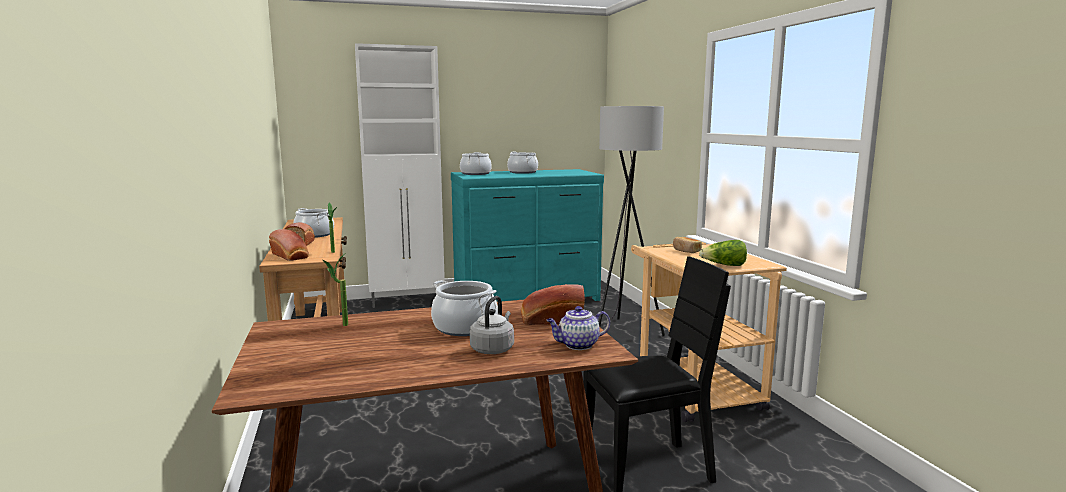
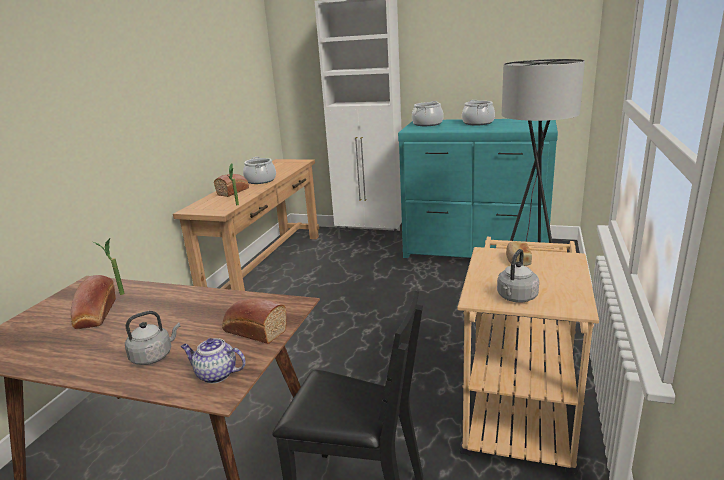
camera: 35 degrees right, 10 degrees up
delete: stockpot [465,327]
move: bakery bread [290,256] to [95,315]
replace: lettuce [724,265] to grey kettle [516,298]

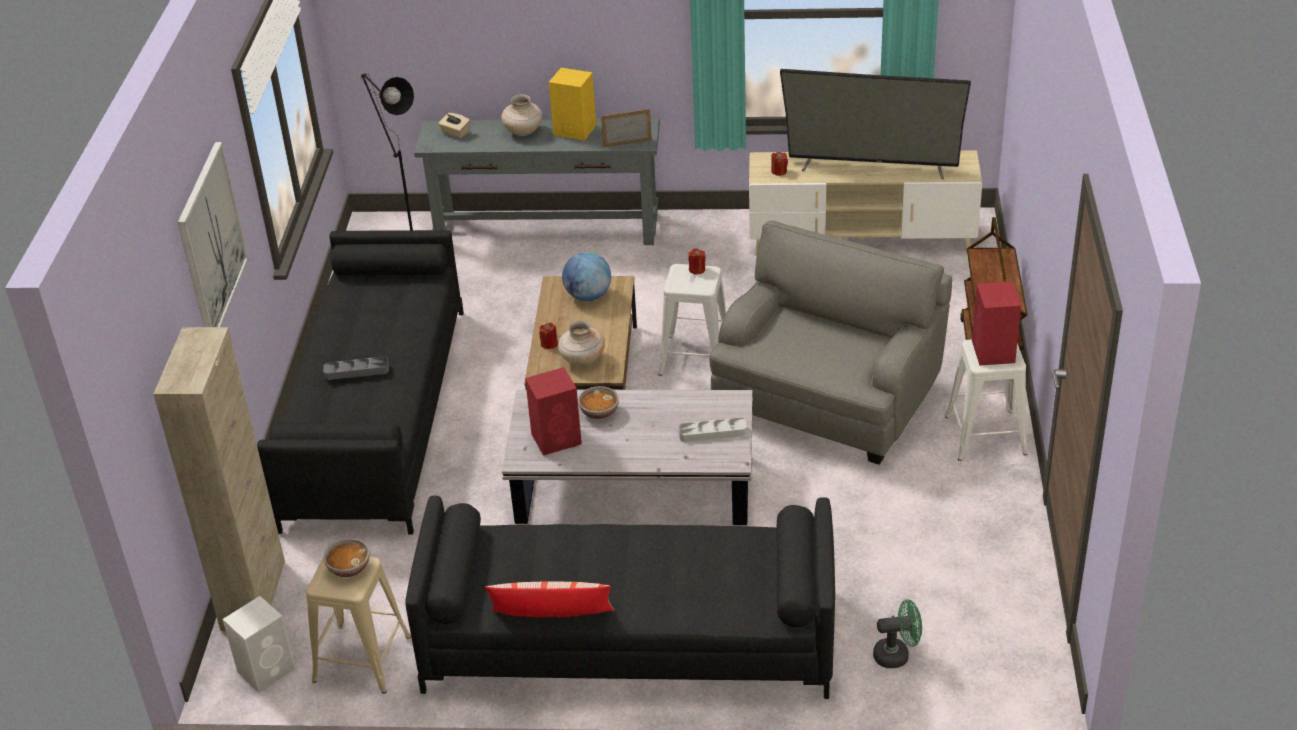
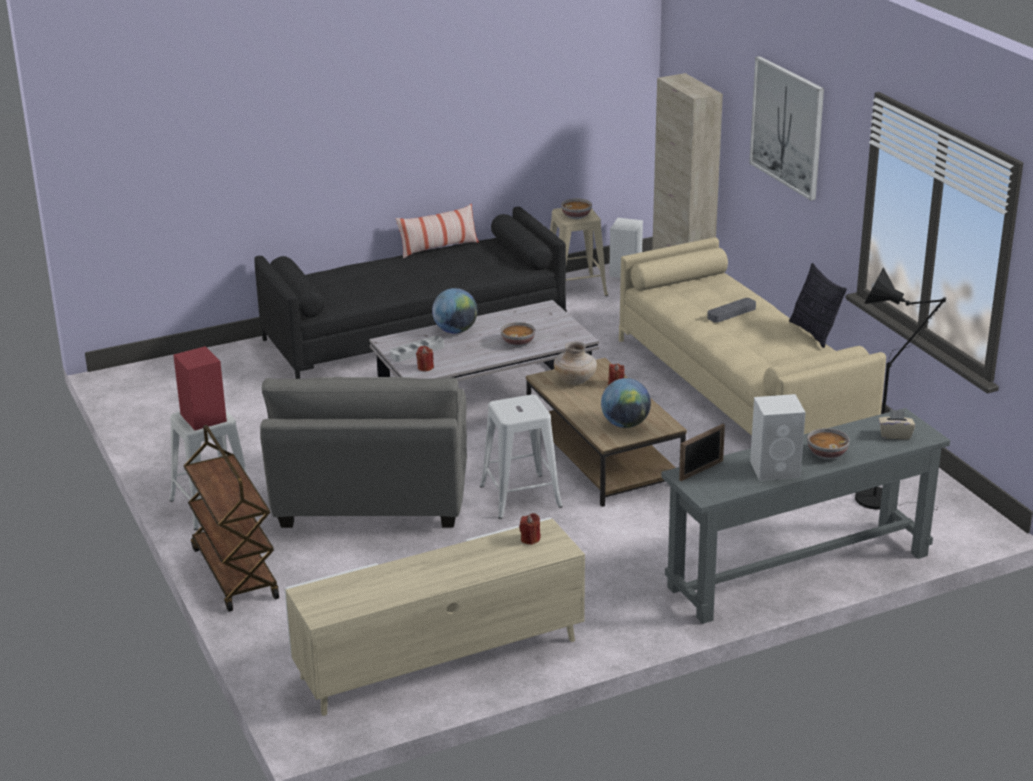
camera: 150 degrees right, 10 degrees down
delete: red-coloured speaker [557,438]; TV [872,166]; greenish electric fan [897,655]
insert: desk globe [455,331]; throw pillow [814,333]
move: red-coloured wax light [697,269] to [425,367]
replace: beige vase [523,132] to serving bowl [826,454]
recolor: blackish settee [377,415] to beige settee [740,390]; yellowish speaker [573,130] to white-coloured speaker [776,469]

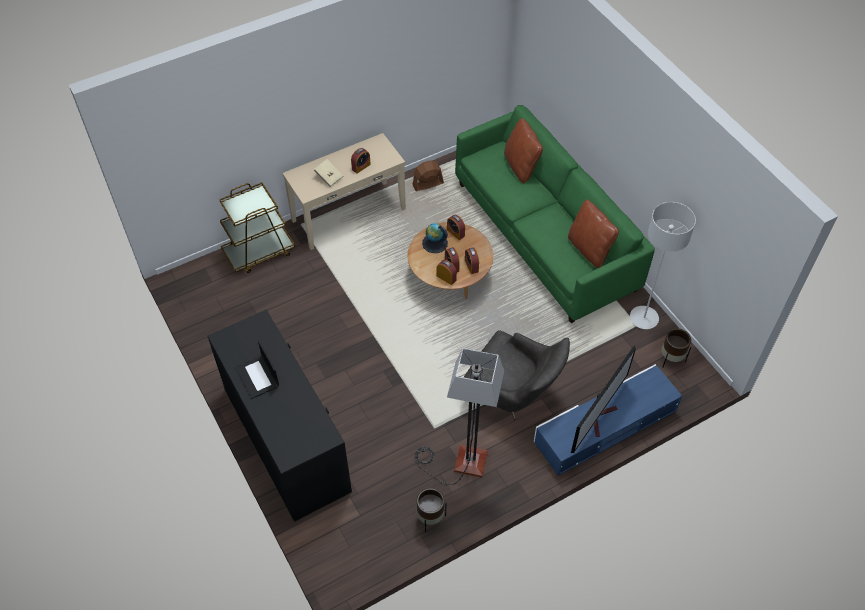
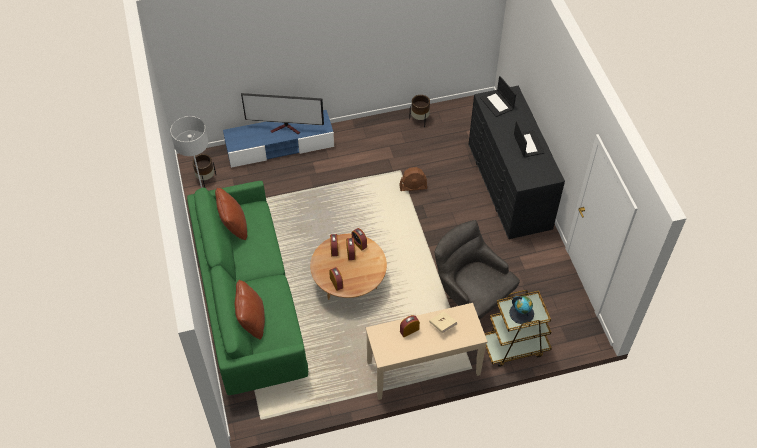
camera: 165 degrees left, 0 degrees up
delete: standard lamp [460,462]
insert: laptop [497,103]
move: brownish electric fan [428,184] to [413,187]; desk globe [434,243] to [521,313]; grey easy chair [512,395] to [471,294]
rotate: TV [600,417] = [286,128] 135 degrees counterclockwise

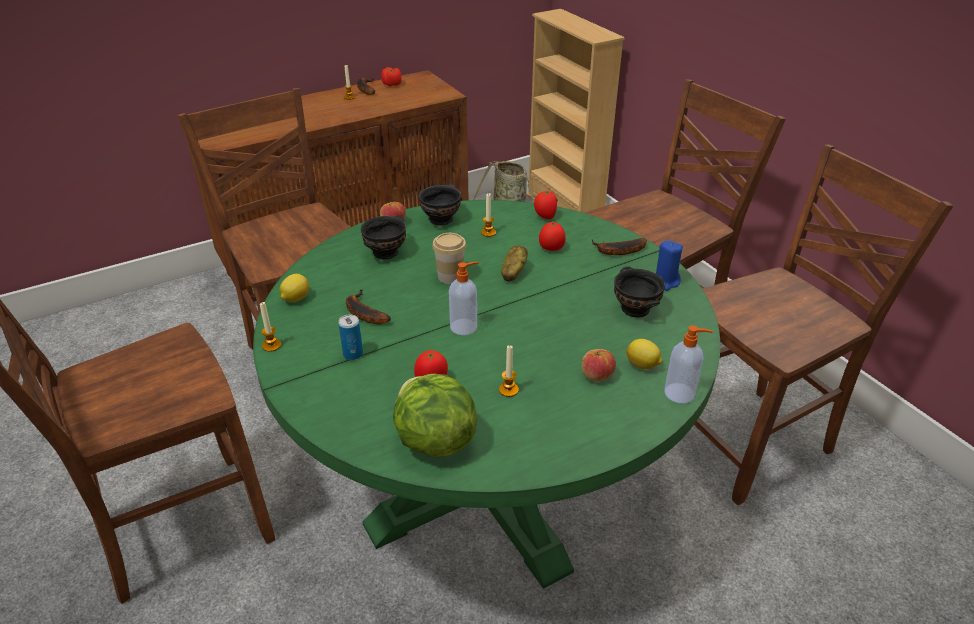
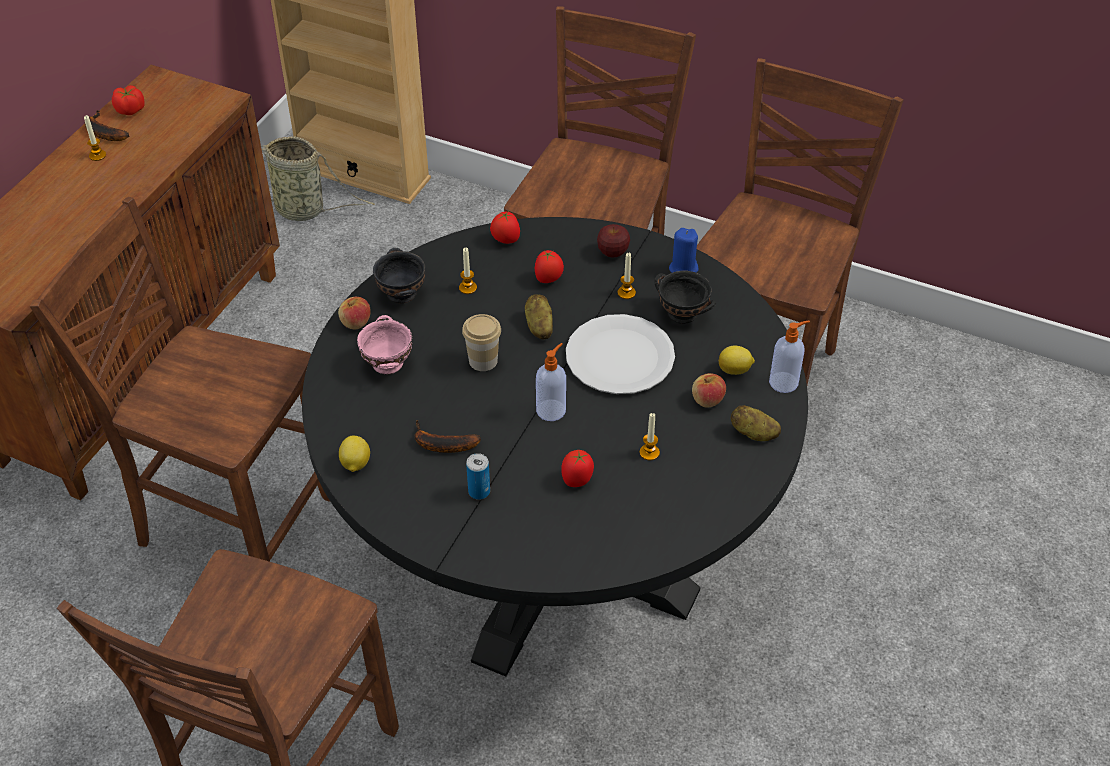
camera: 35 degrees left, 10 degrees up
delete: lettuce [434,440]
insert: white-coloured plate [619,357]; potato [753,433]
move: wax light [271,345] to [626,293]
replace: banana fruit [618,251] to apple fruit [613,252]
recolor: greenish dining table [486,483] to blackish dining table [554,552]; blackish serving bowl [387,252] to pink-coloured serving bowl [388,362]

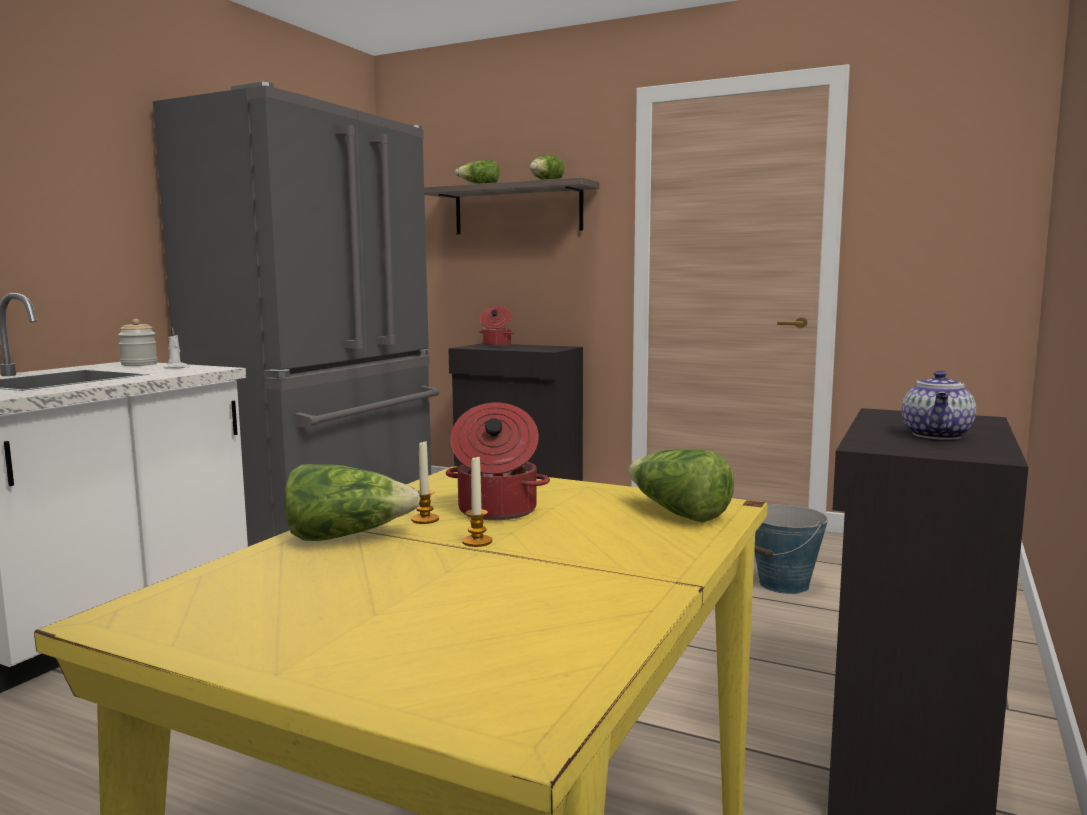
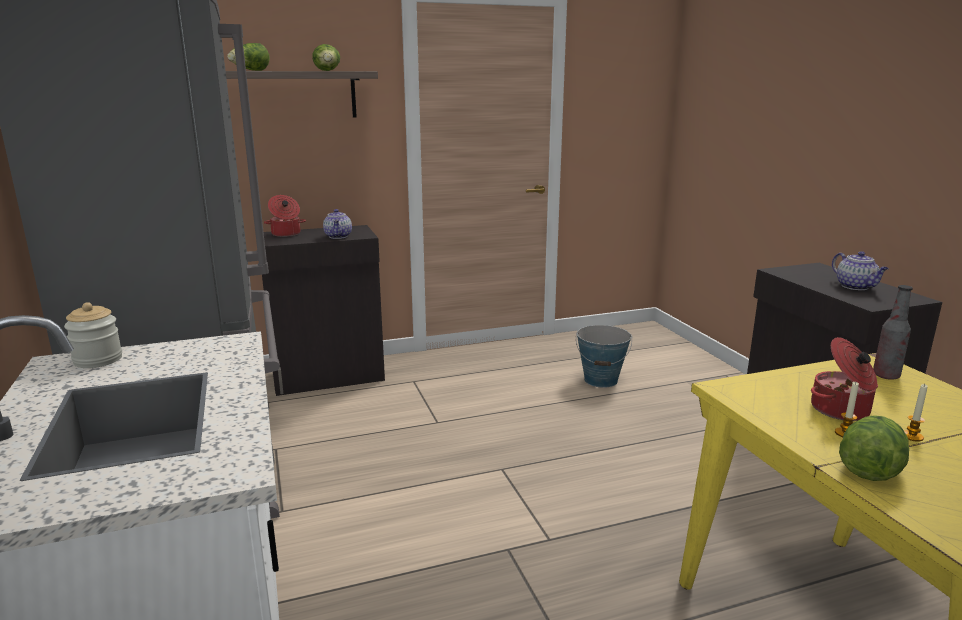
camera: 45 degrees left, 10 degrees up
delete: white-coloured wax light [177,367]
insert: teapot [339,236]
replace: lettuce [677,513] to drink bottle [886,376]

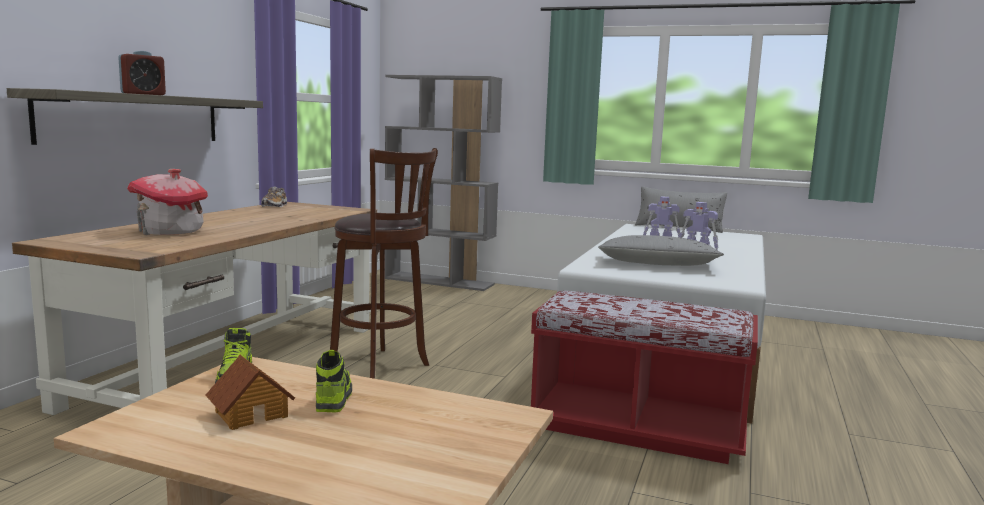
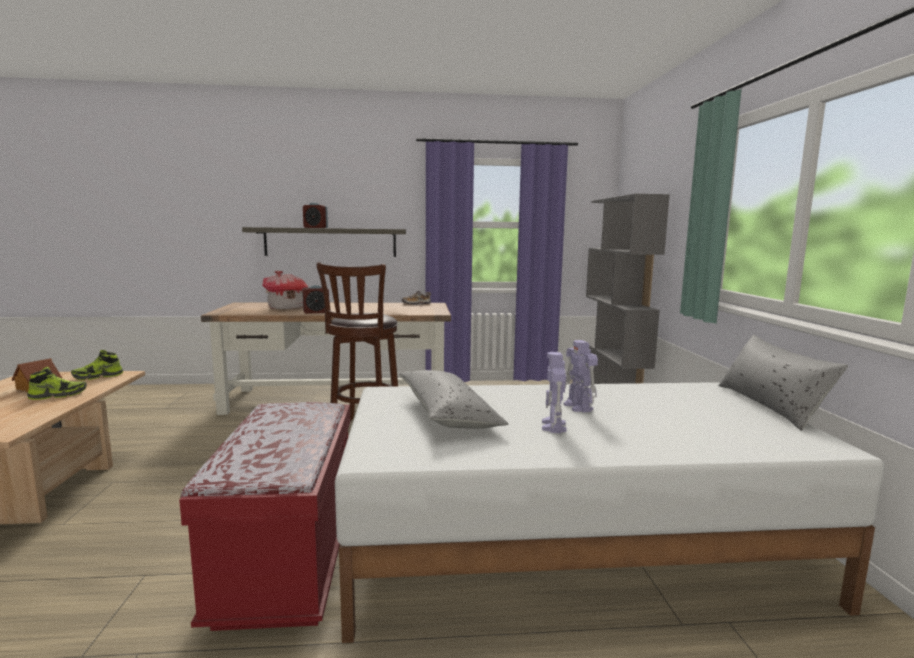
camera: 65 degrees right, 0 degrees up
insert: alarm clock [316,312]

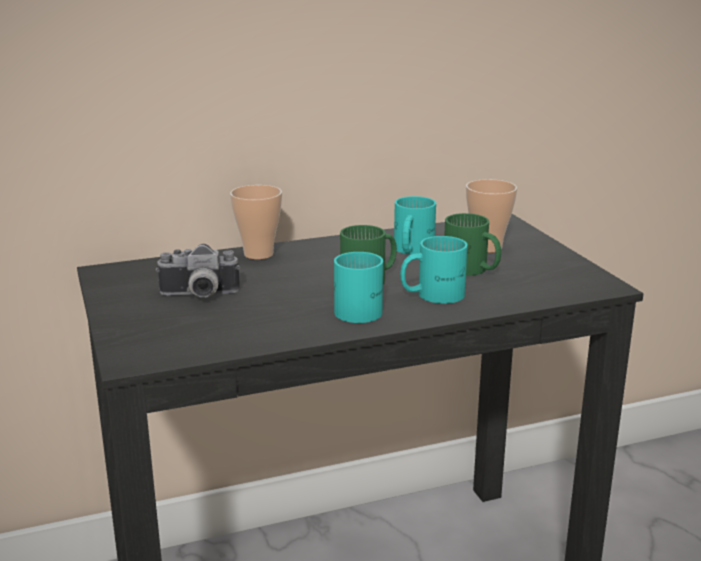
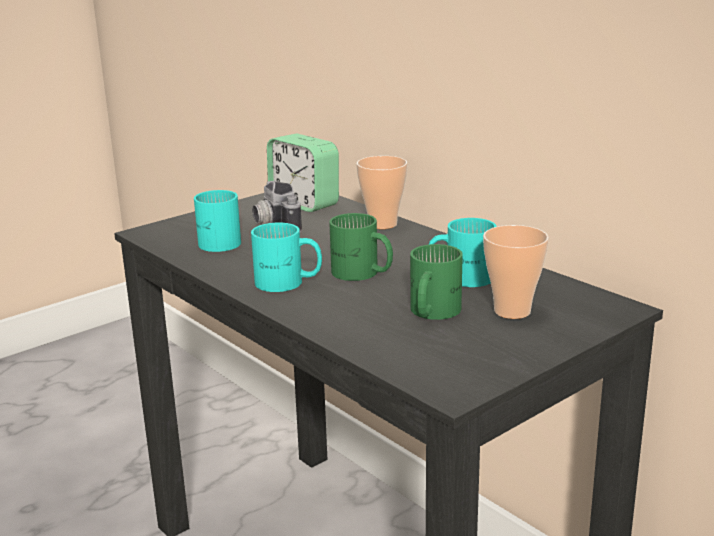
camera: 70 degrees right, 0 degrees up
insert: alarm clock [304,203]
move: turquoise mug [431,294] to [217,240]

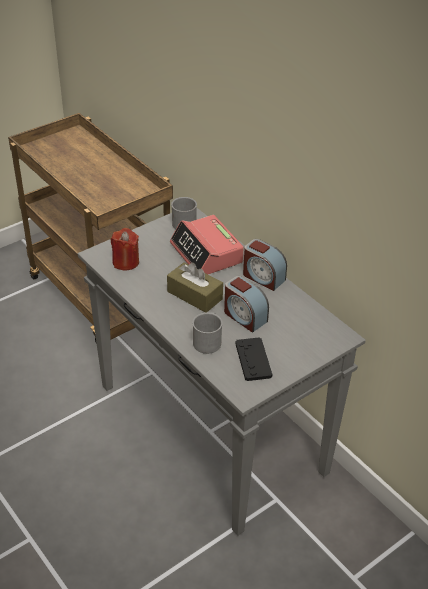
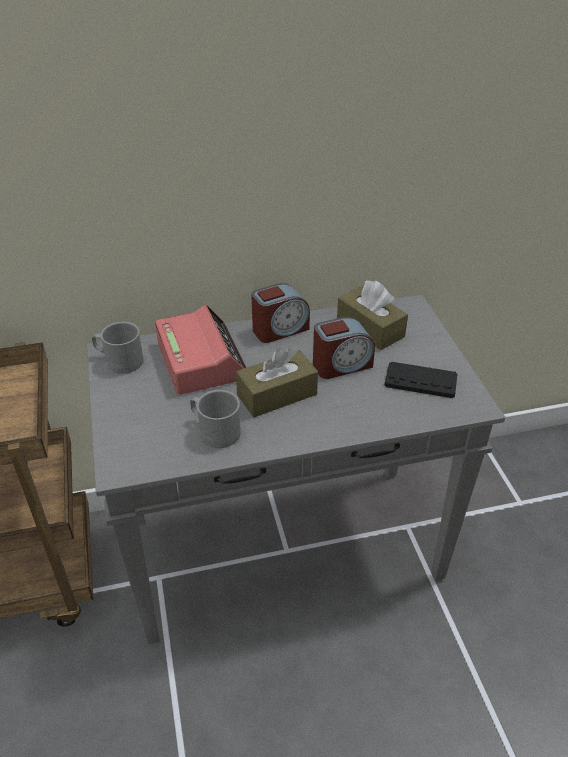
camera: 65 degrees left, 0 degrees up
delete: red-coloured wax light [126,262]
insert: brownish box of tissues [370,328]
move: grey mug [208,340] to [215,431]
rotate: alarm clock [206,253] = [201,360] 105 degrees counterclockwise

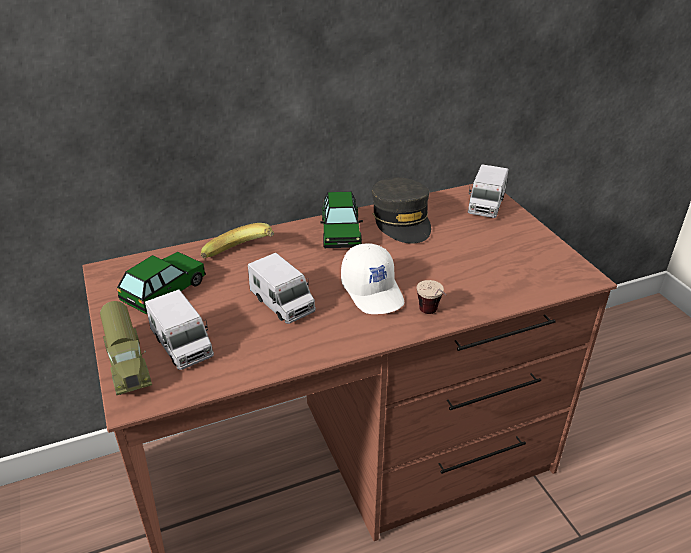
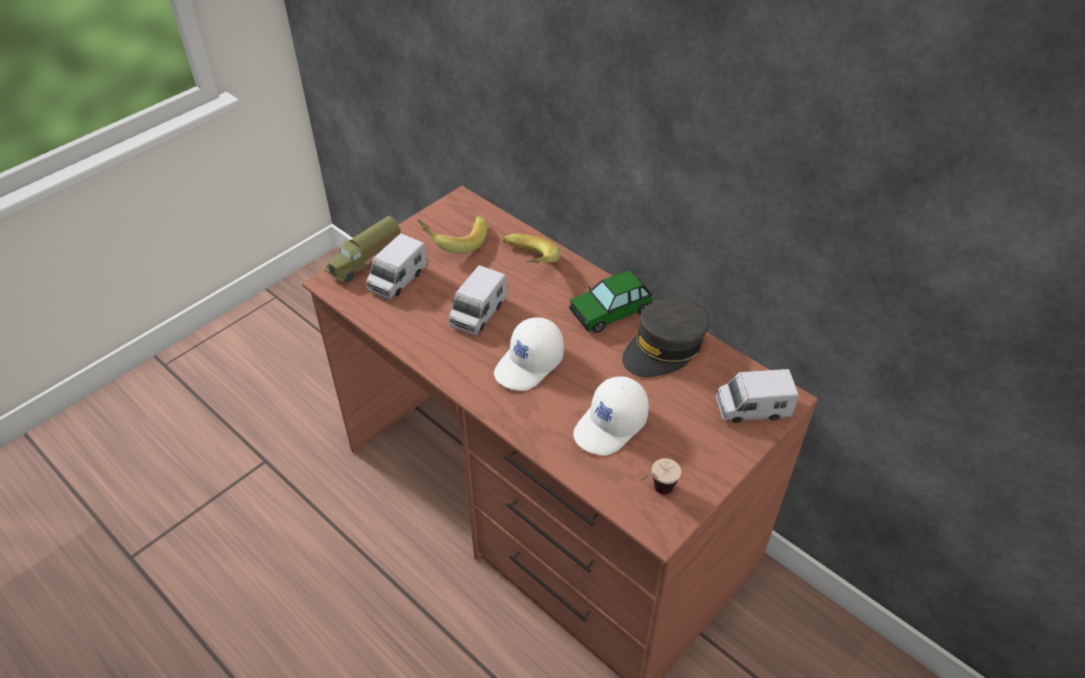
camera: 65 degrees right, 10 degrees up
insert: white-coloured peaked cap [611,426]
move: cup [432,315] to [655,493]
replace: toy car [164,291] to banana fruit [454,241]

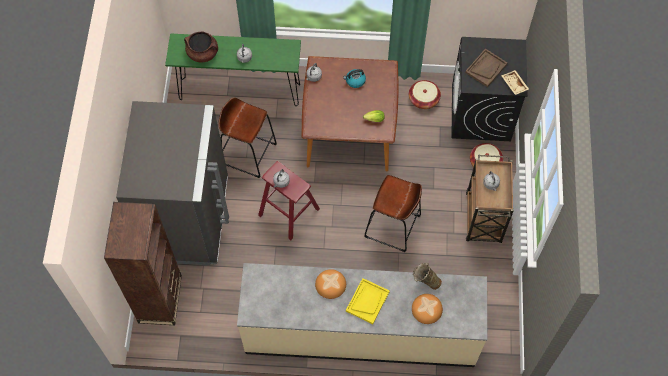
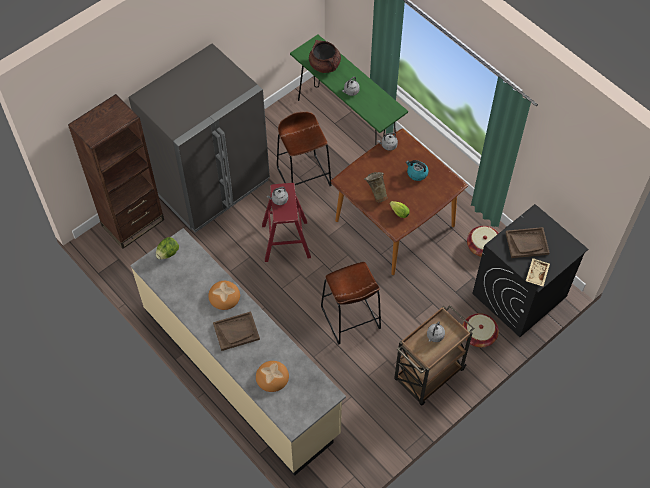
camera: 45 degrees right, 5 degrees down
insert: lettuce [168,253]
move: beige vase [425,282] to [376,194]
recolor: yellowish serving tray [367,301] to brownish serving tray [236,331]

